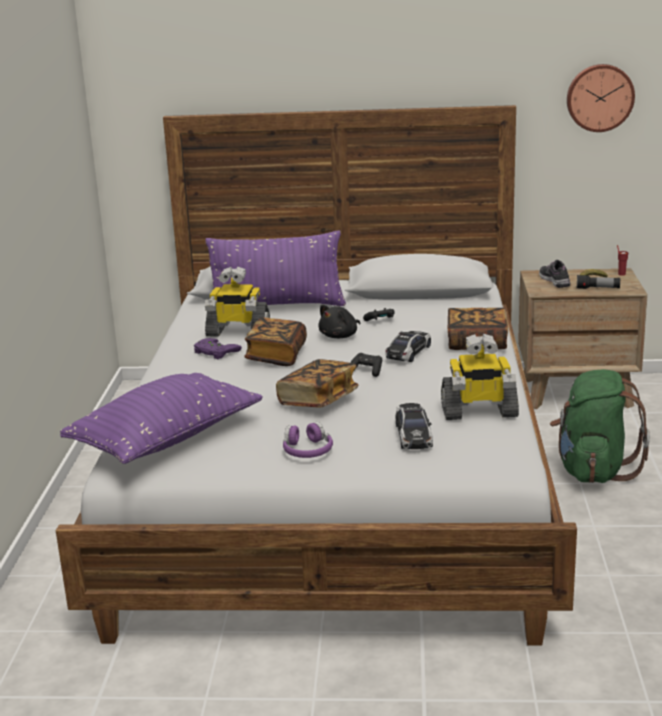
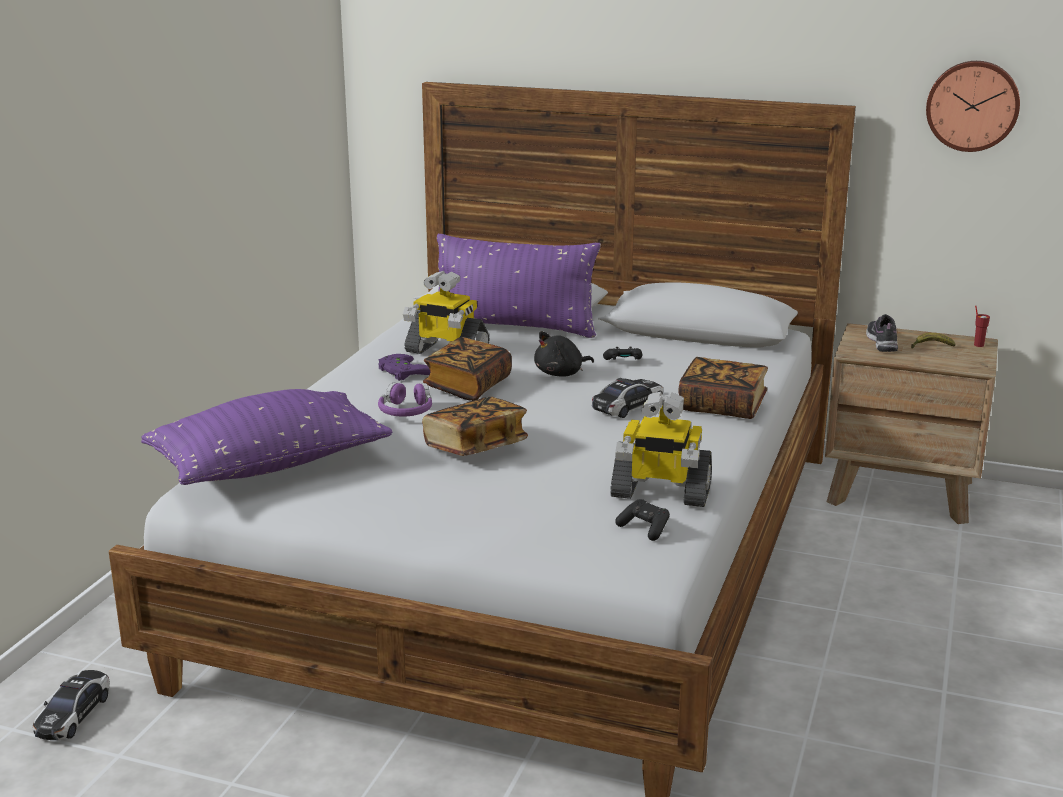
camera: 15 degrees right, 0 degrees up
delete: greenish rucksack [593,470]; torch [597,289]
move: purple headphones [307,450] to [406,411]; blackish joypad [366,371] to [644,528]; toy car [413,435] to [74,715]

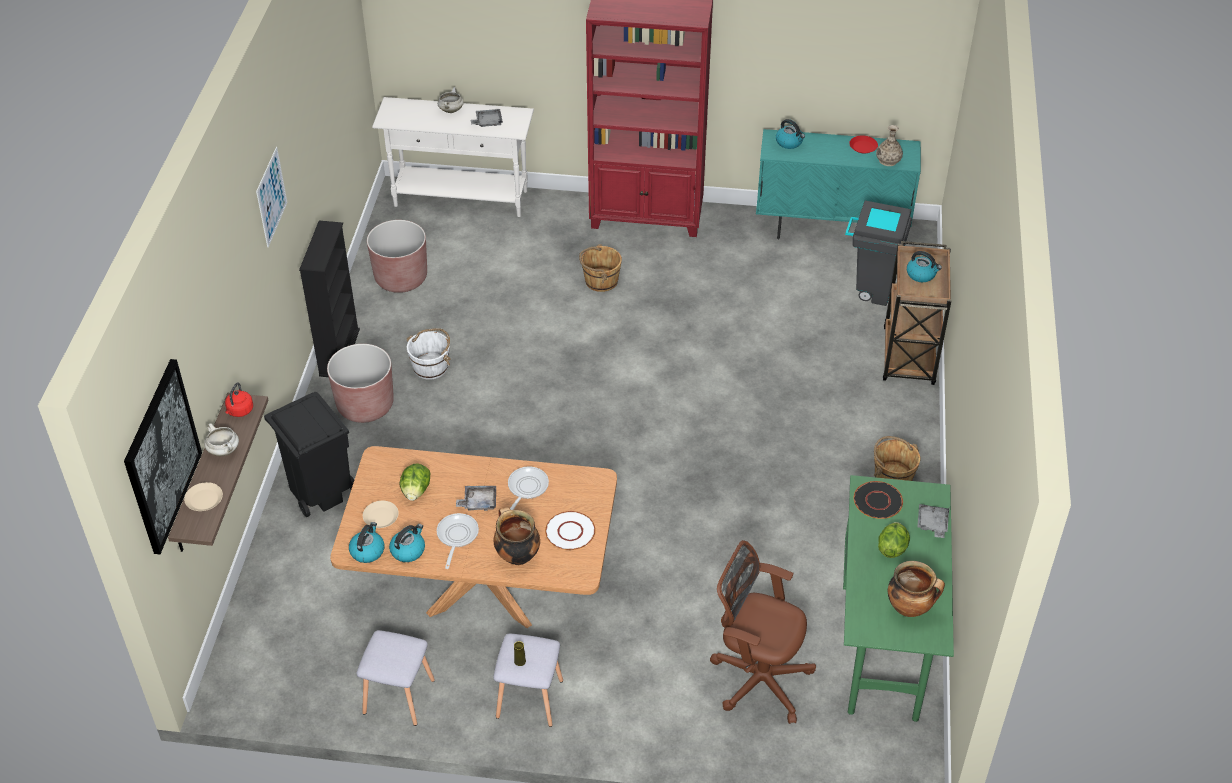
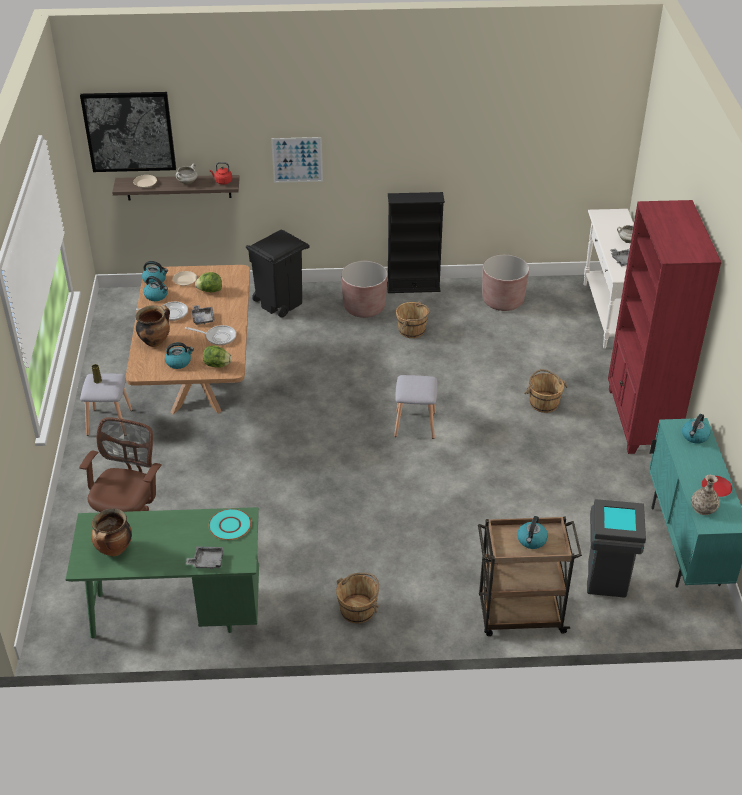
camera: 80 degrees right, 5 degrees down
move: picture [271,197] to [297,160]; grey stool seat [397,696] to [414,424]; lettuce [892,548] to [217,365]
replace: white-coloured plate [570,532] to kettle [179,362]
recolor: white-coloured water bucket [431,367] to brownish water bucket [412,330]; blackish plate [877,501] to turquoise plate [229,525]

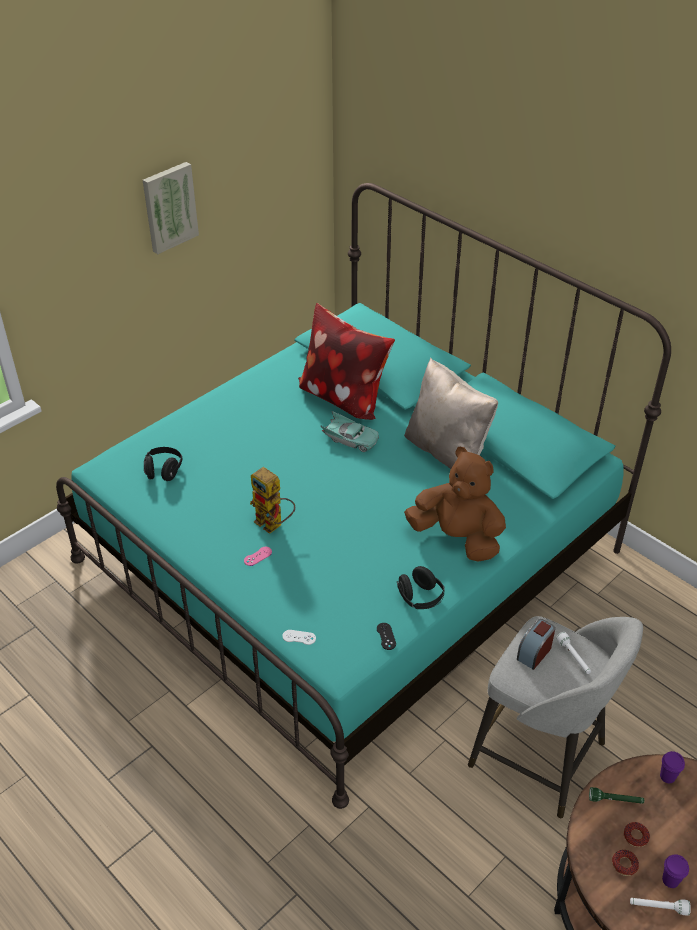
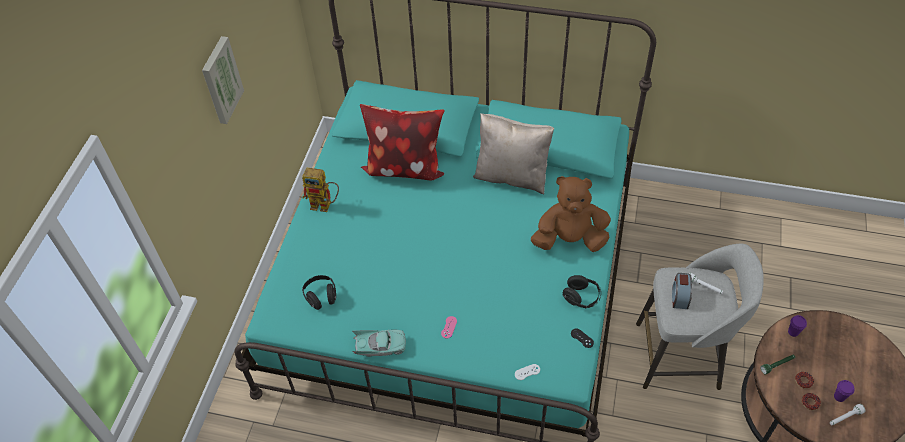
camera: 30 degrees left, 10 degrees up
move: robot figure [274,525] to [325,204]; turquoise toy car [350,439] to [380,346]

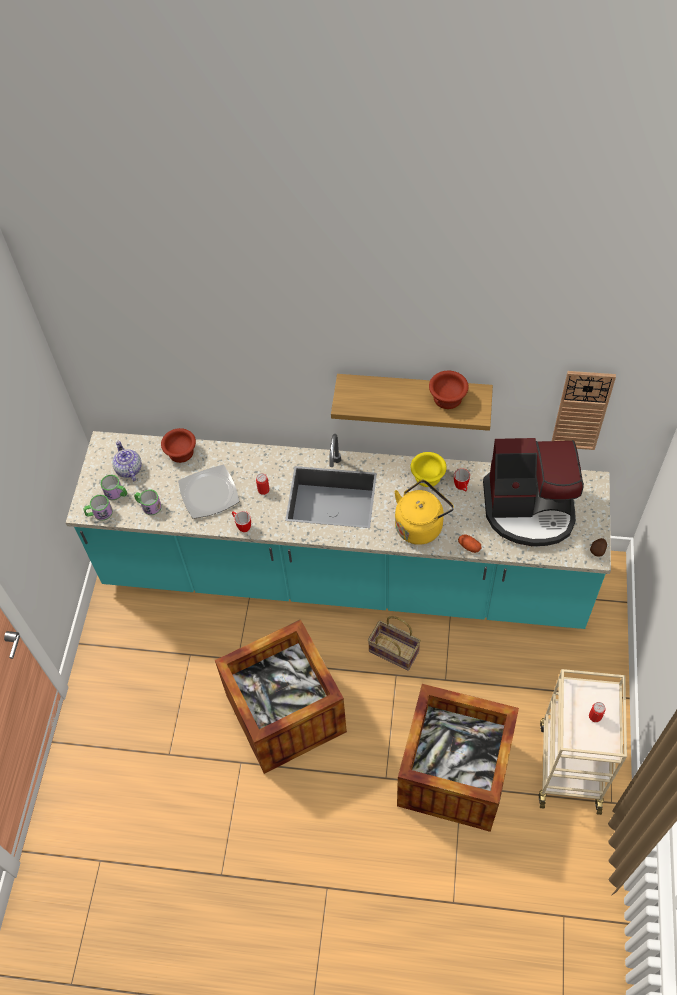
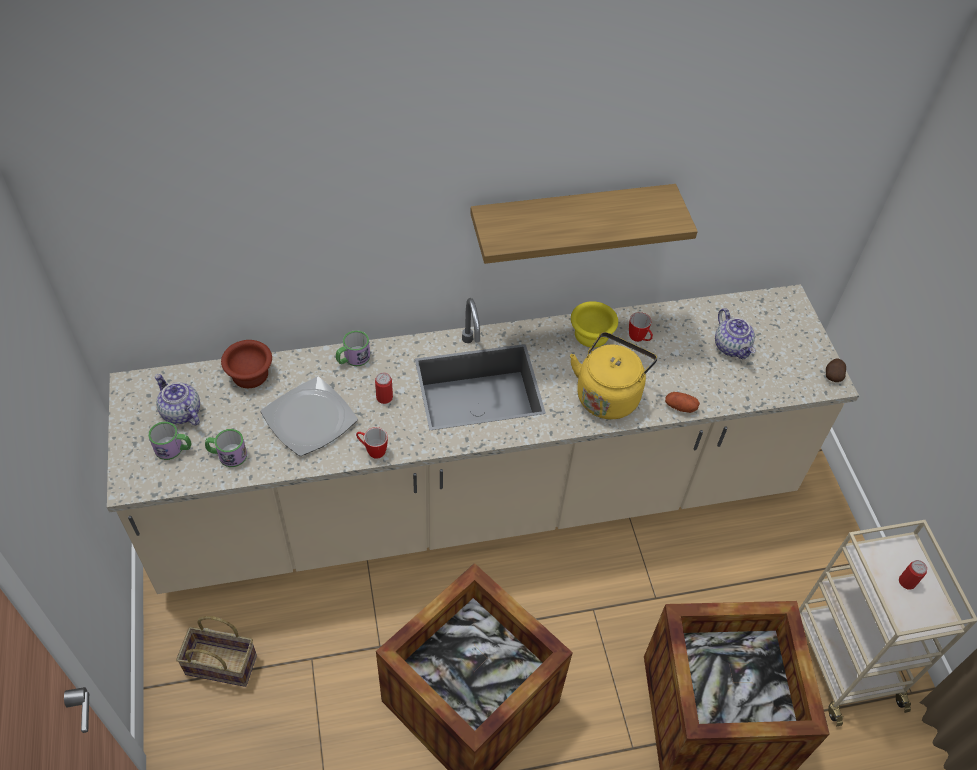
camera: 25 degrees left, 5 degrees down
delete: brownish serving bowl [446,398]; hanging clock [581,410]
move: mug [99,513] to [353,358]; storage basket [395,651] to [223,663]
replace: coffee machine [529,510] to teapot [732,346]
recolor: turquoise kitchen base unit [343,575] to beige kitchen base unit [480,502]

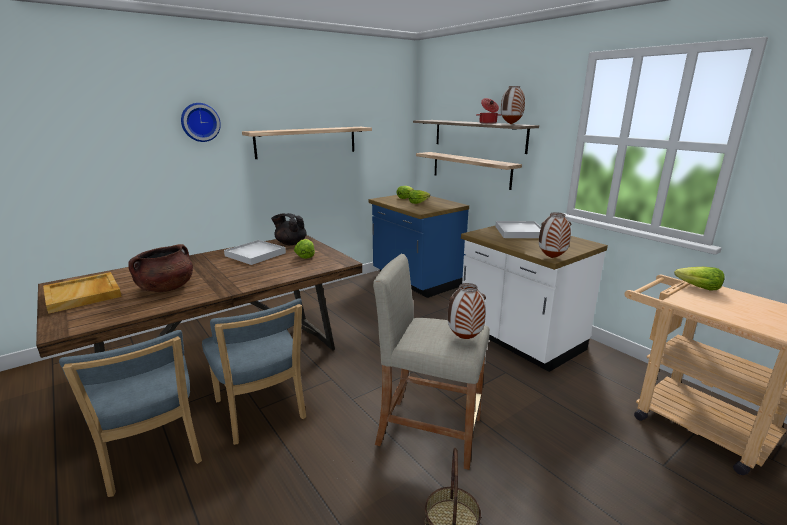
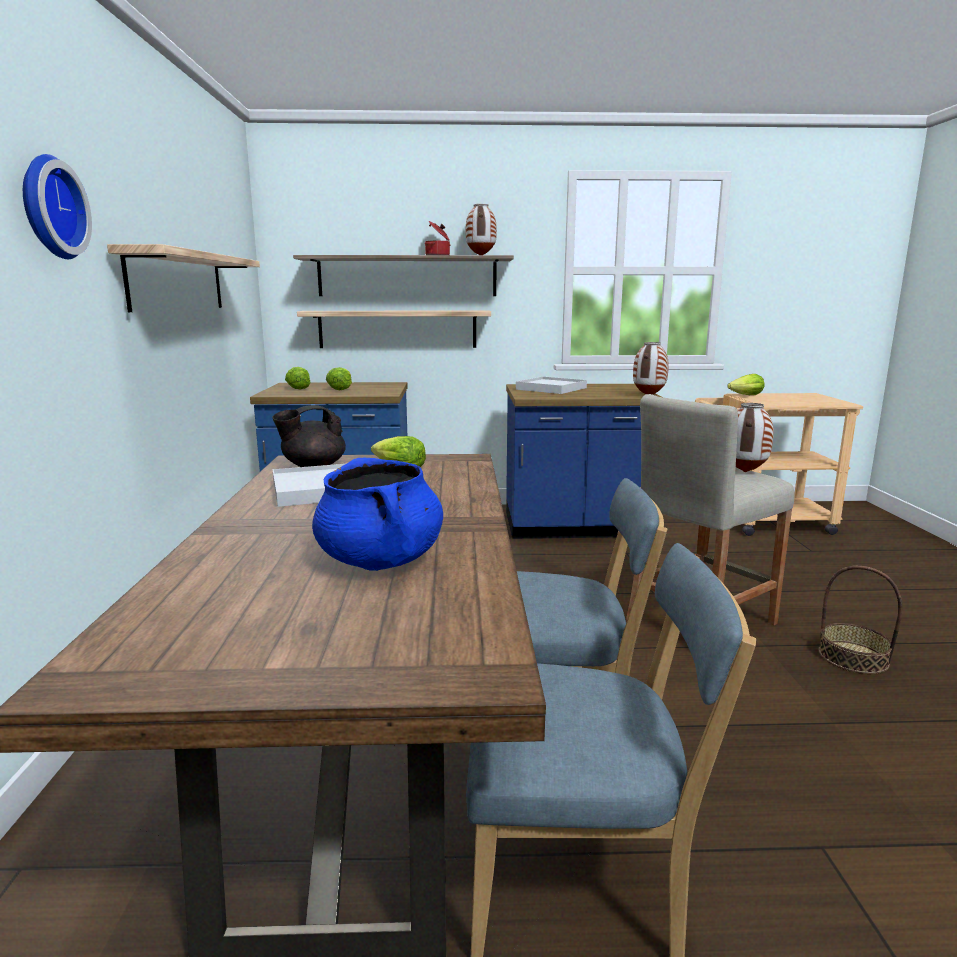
camera: 55 degrees left, 5 degrees down
delete: beige serving tray [84,294]
recolor: brownish stockpot [166,288] to blue-coloured stockpot [380,561]; white-coloured kitchen base unit [519,340] to blue-coloured kitchen base unit [574,527]

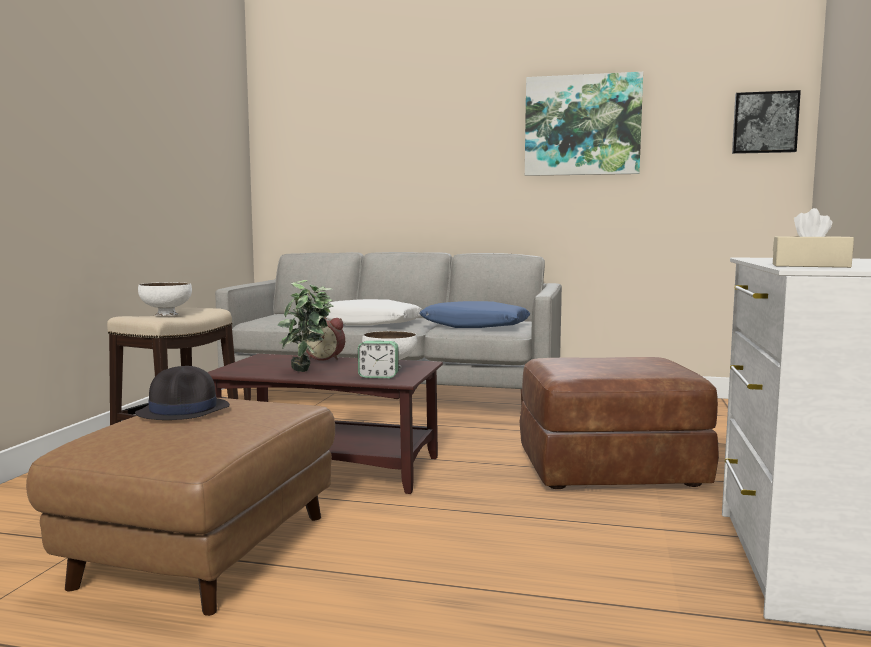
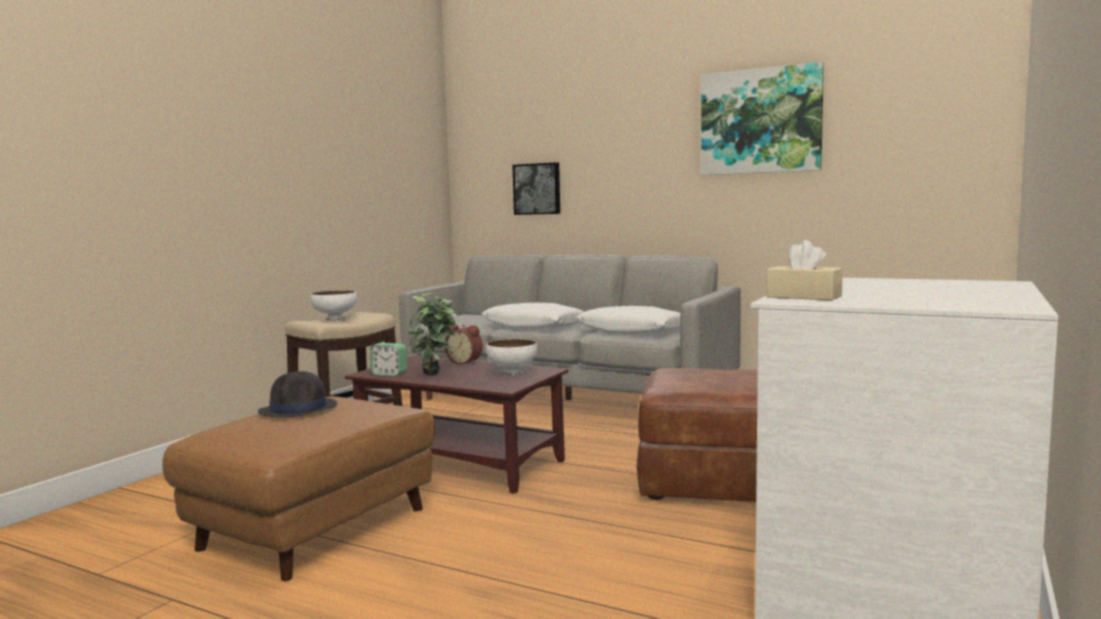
camera: 15 degrees right, 0 degrees up
move: alarm clock [378,376] to [389,374]; picture [764,123] to [537,189]
recolor: blue-coloured throw pillow [475,326] to white-coloured throw pillow [632,331]

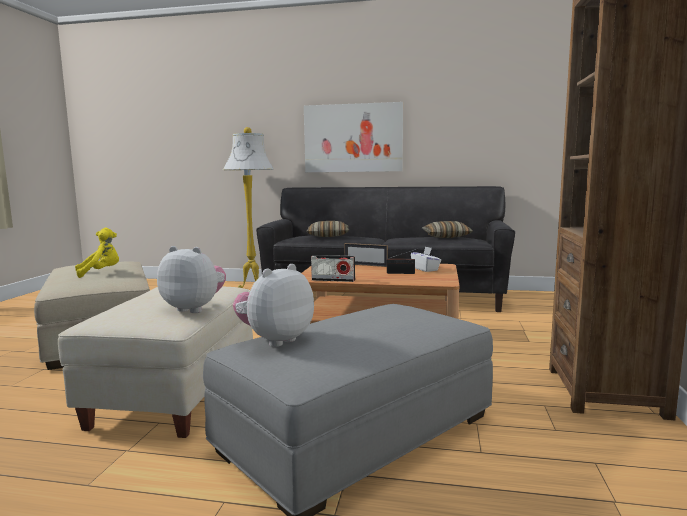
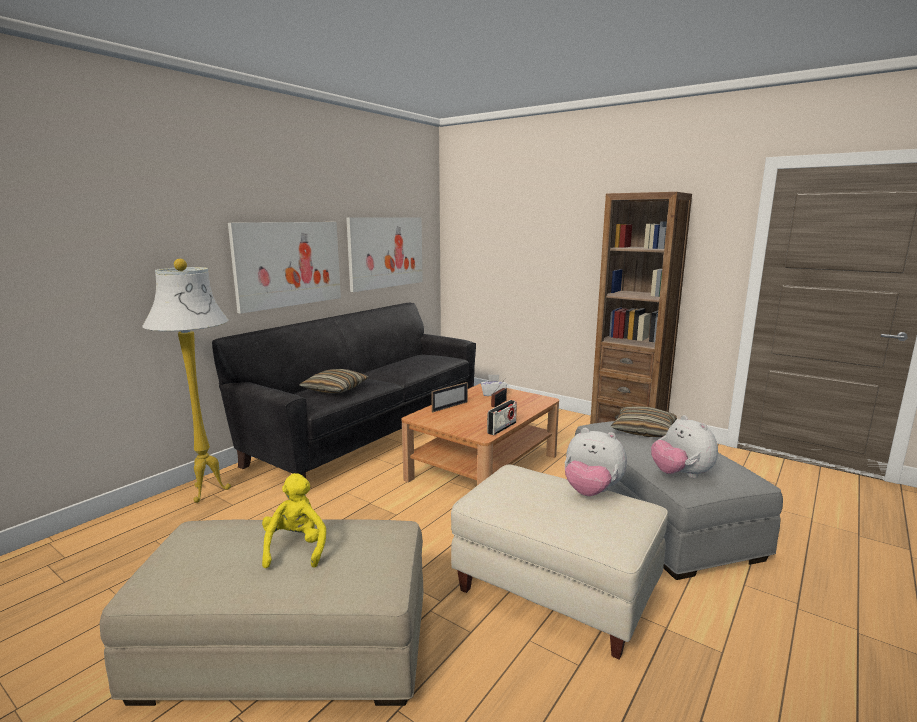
camera: 65 degrees left, 5 degrees up
insert: picture [386,252]
move: throw pillow [446,237] to [644,430]
rotate: plush toy [195,309] = [591,492] 105 degrees counterclockwise

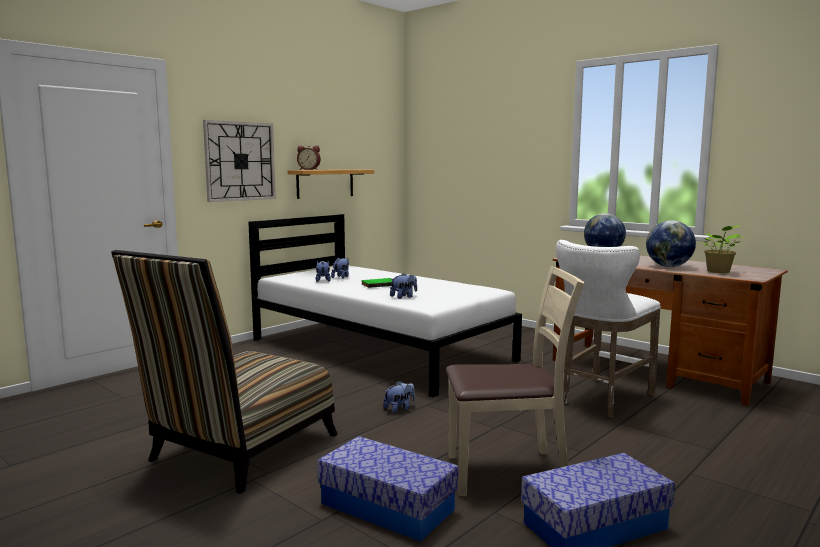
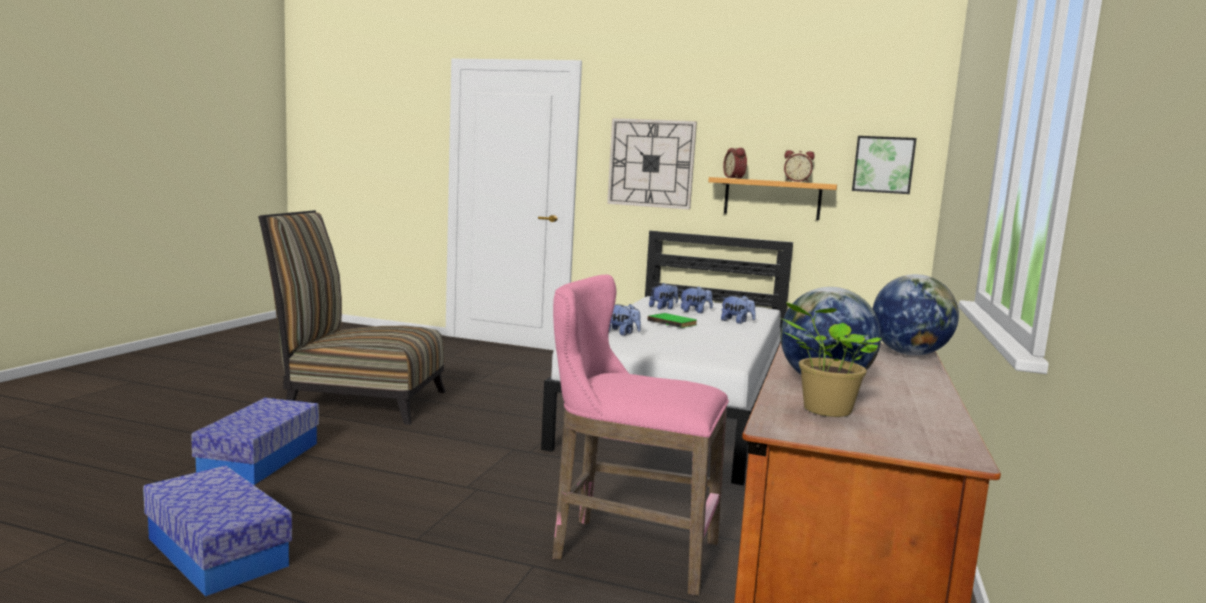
camera: 65 degrees right, 0 degrees up
delete: beige chair [508,473]
insert: alarm clock [796,181]; picture [883,165]
move: plush toy [399,409] to [736,322]
recolor: white-coloured stool seat [602,399] to pink-coloured stool seat [626,550]

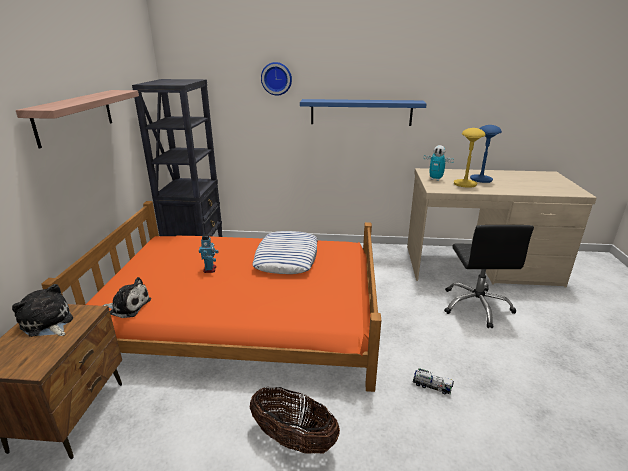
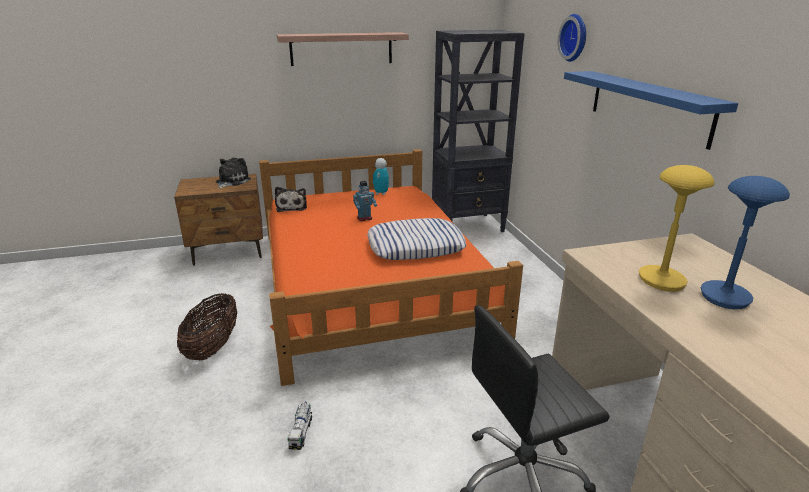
camera: 70 degrees right, 0 degrees up
move: robot figure [435,179] to [381,193]

